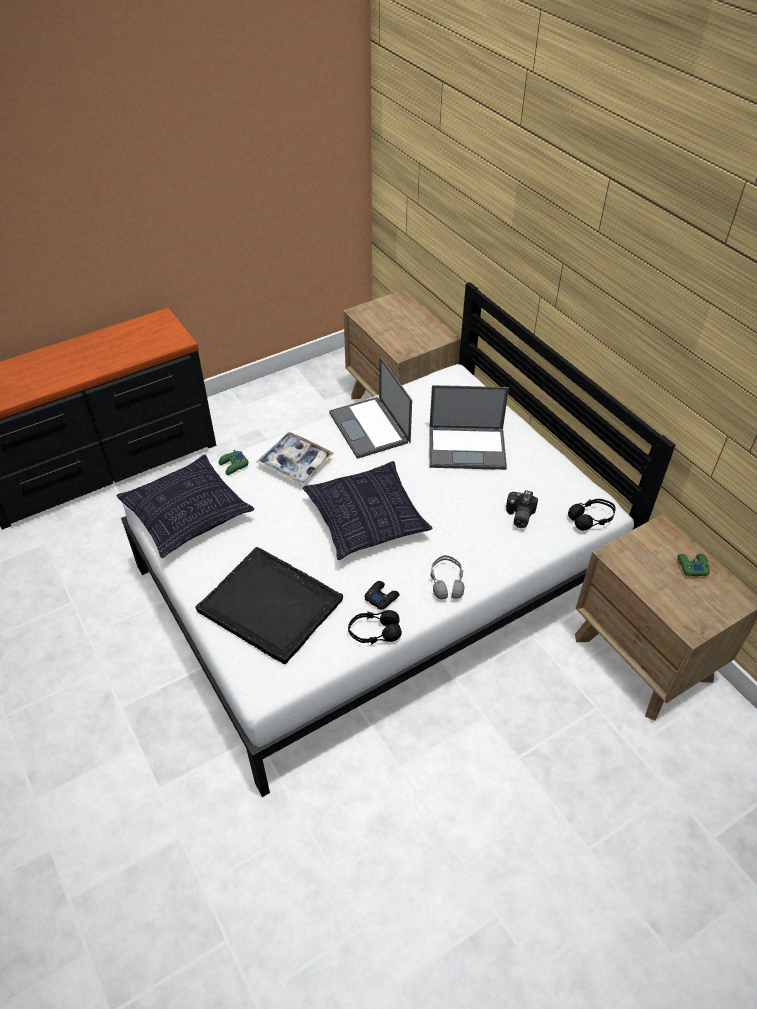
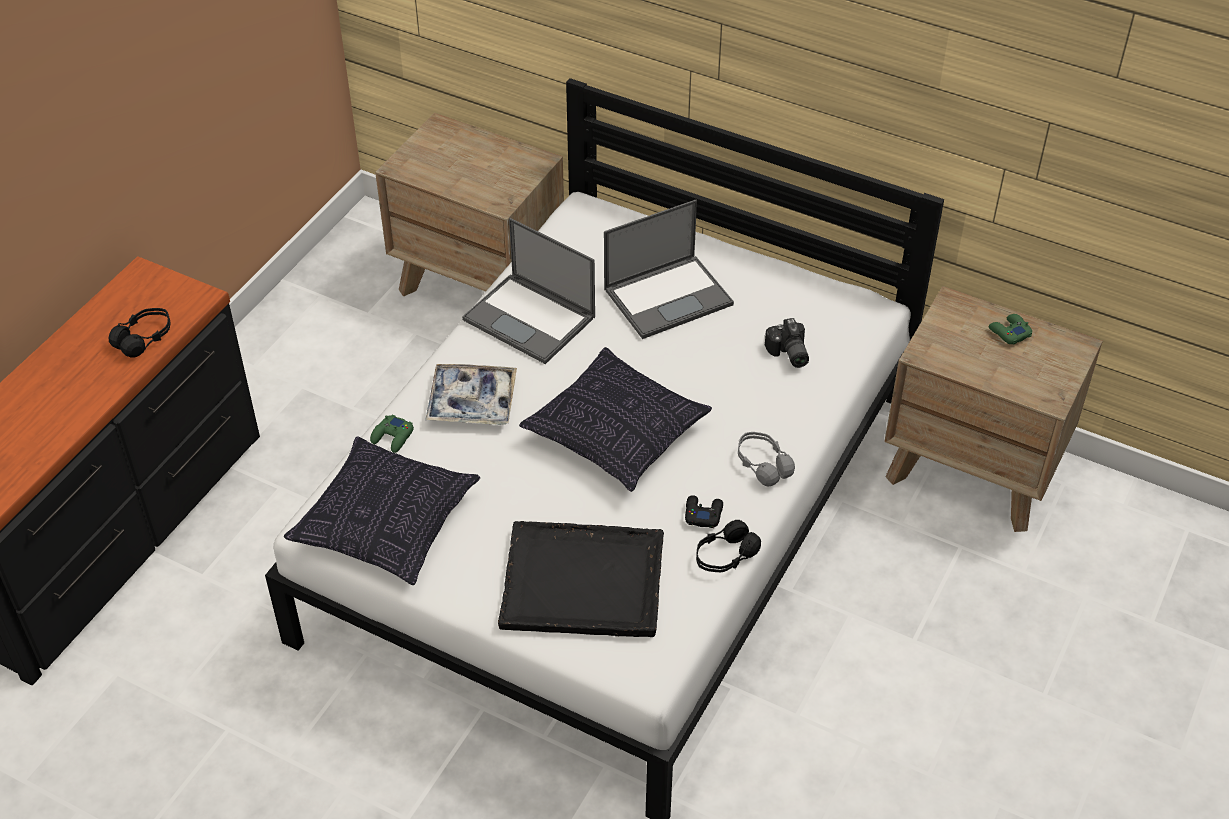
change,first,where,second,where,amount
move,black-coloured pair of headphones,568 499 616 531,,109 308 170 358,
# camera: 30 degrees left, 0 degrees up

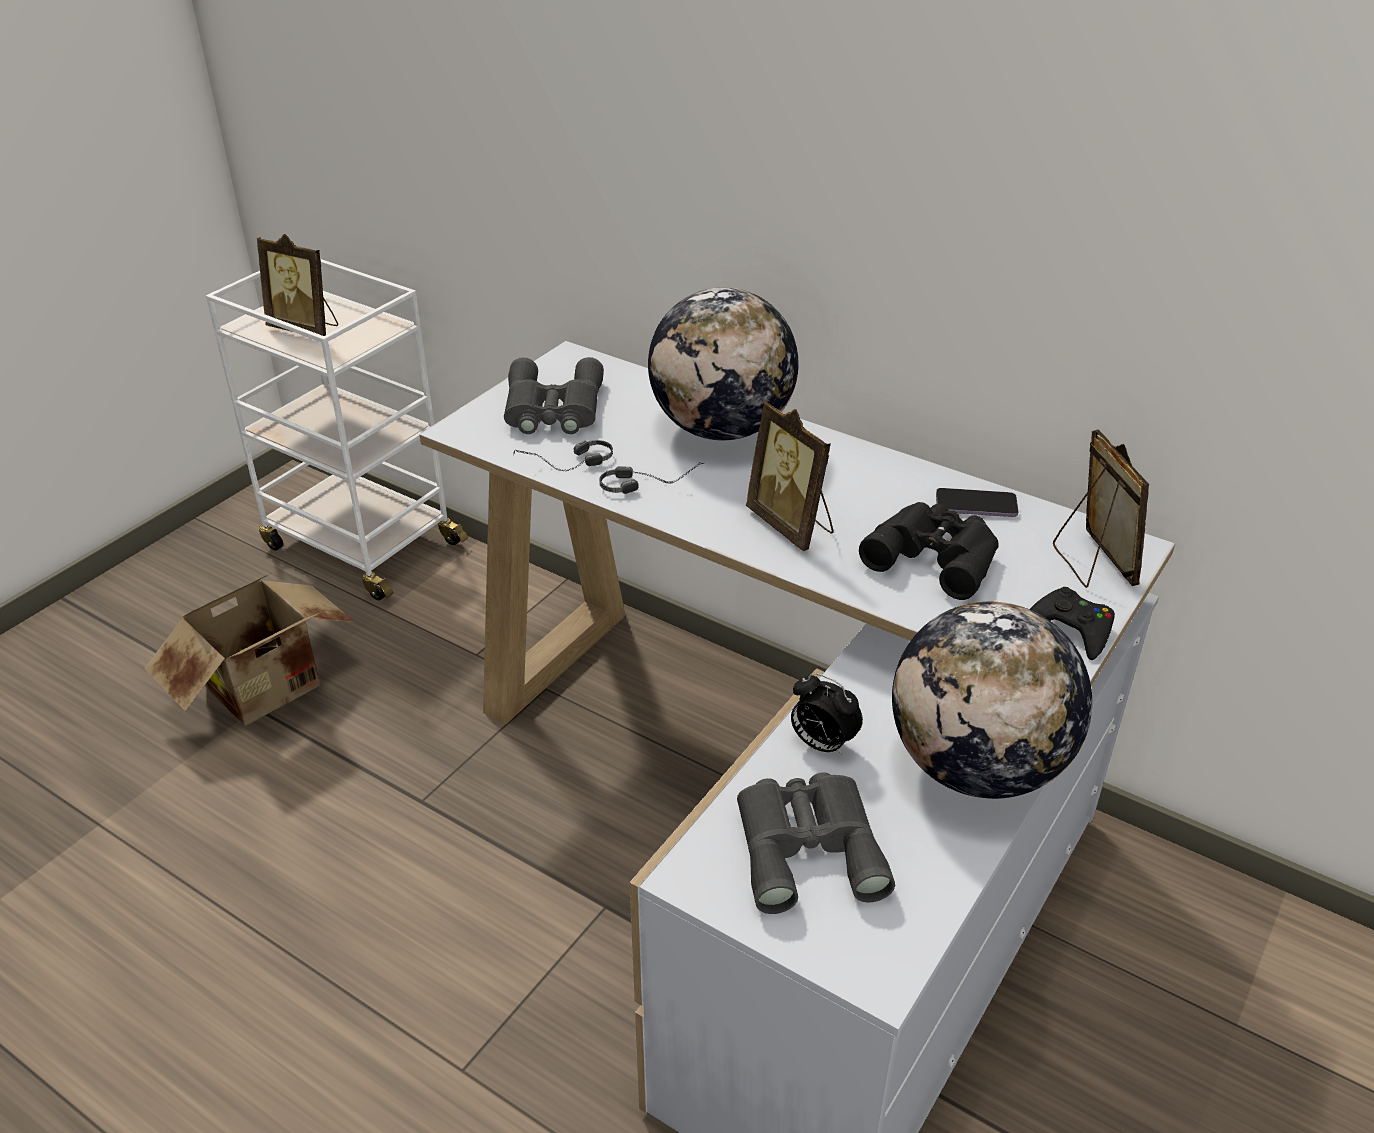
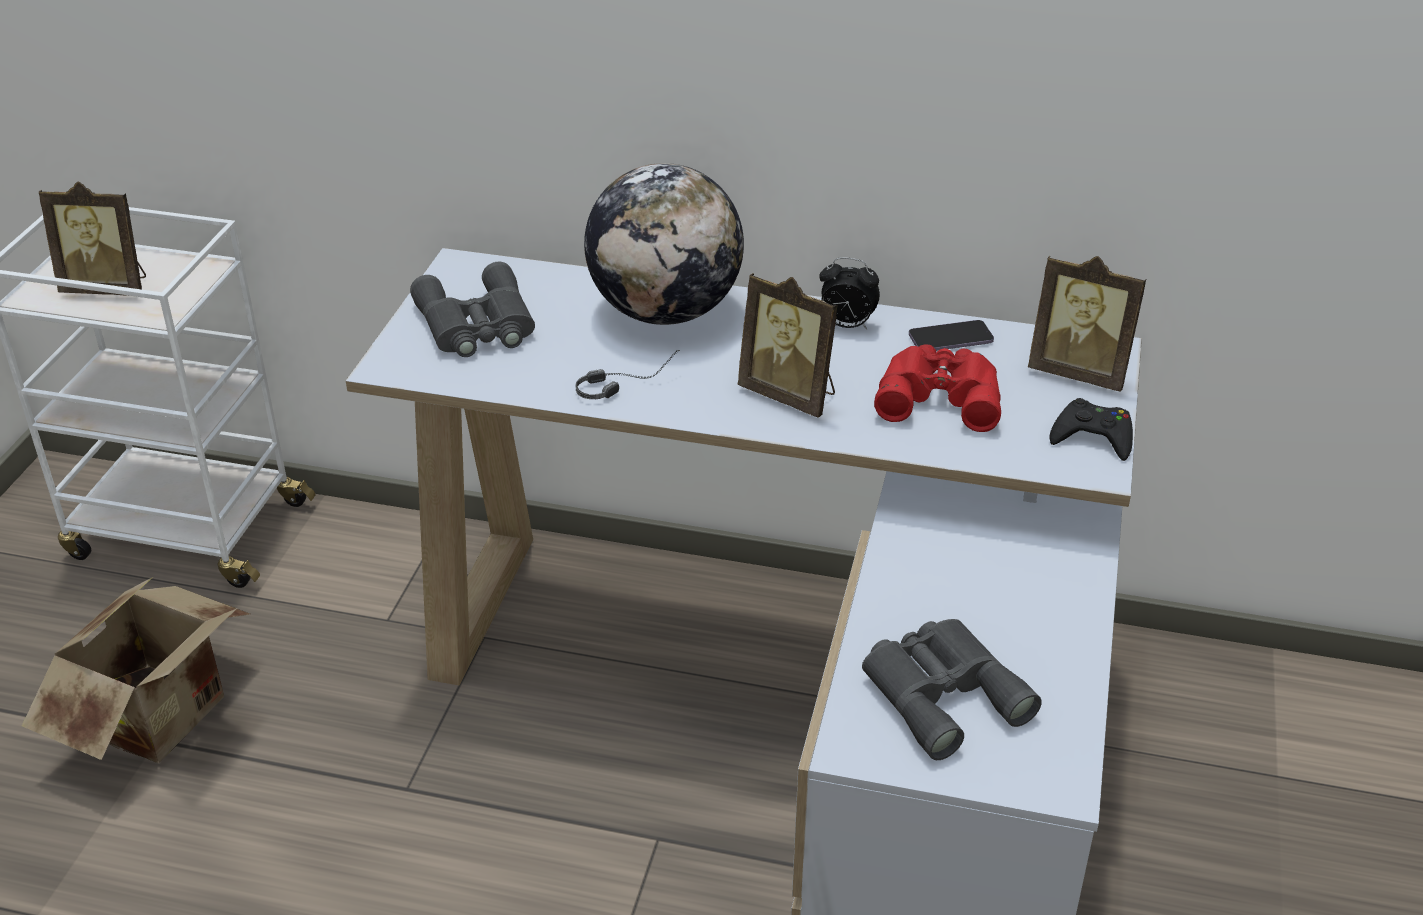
change,first,where,second,where,amount
rotate,standing frame,1053 430 1149 588,,1028 256 1146 392,150 degrees clockwise
delete,pair of headphones,513 440 613 471,,,
recolor,black-coloured binoculars,859 502 999 600,red-coloured binoculars,874 344 1001 432,
delete,world globe,892 602 1092 799,,,
move,table clock,791 673 863 756,,819 257 880 329,
# camera: 20 degrees left, 0 degrees up

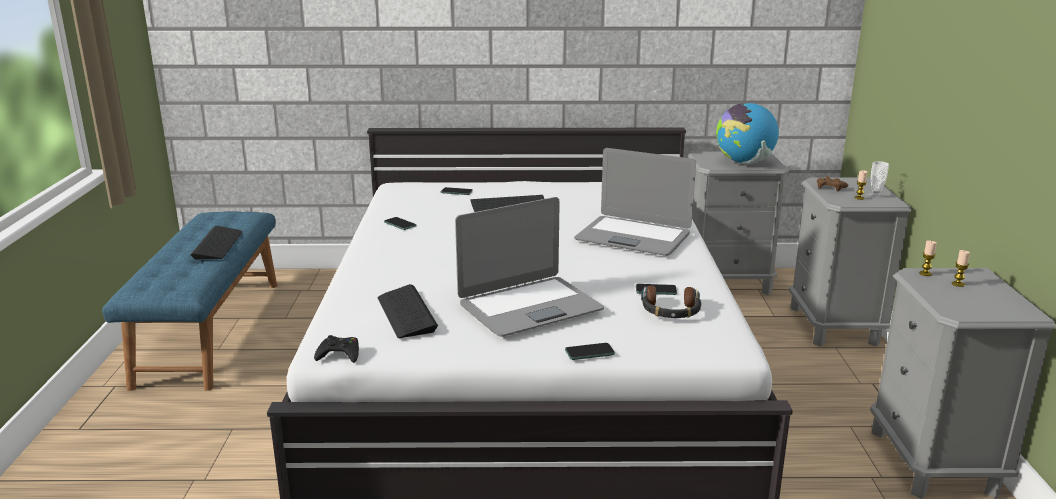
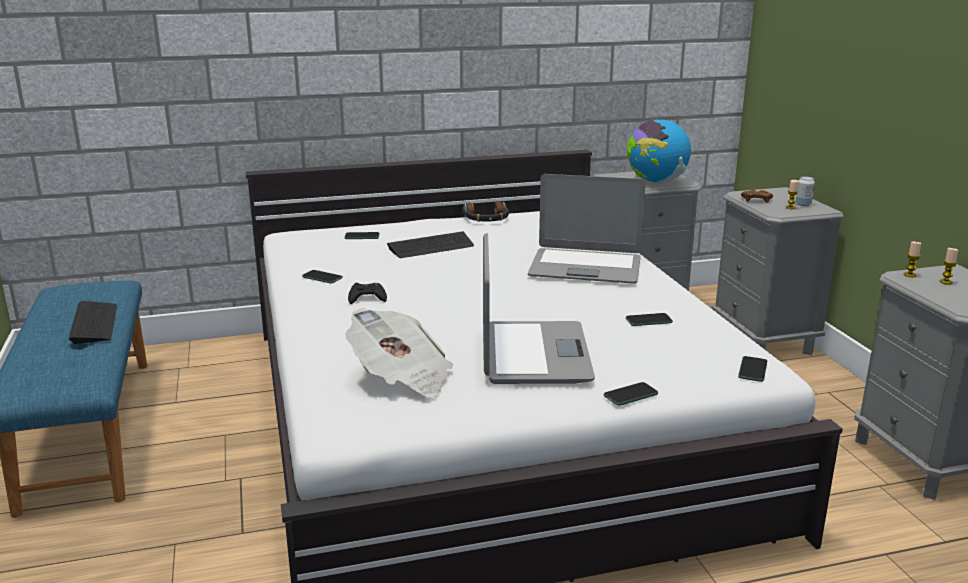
change,first,where,second,where,amount
replace,drinking cup,867 161 889 198,metal can,796 176 815 206,
rotate,portable computer,455 197 604 337,,483 233 595 384,45 degrees counterclockwise
replace,computer keyboard,378 284 438 338,printed paper,345 308 453 397,
move,pair of headphones,641 285 701 318,,463 201 509 222,
move,black-coloured game controller,314 335 359 363,,348 283 387 304,
insert,,,telephone,738 356 767 382,
# camera: 15 degrees left, 0 degrees up

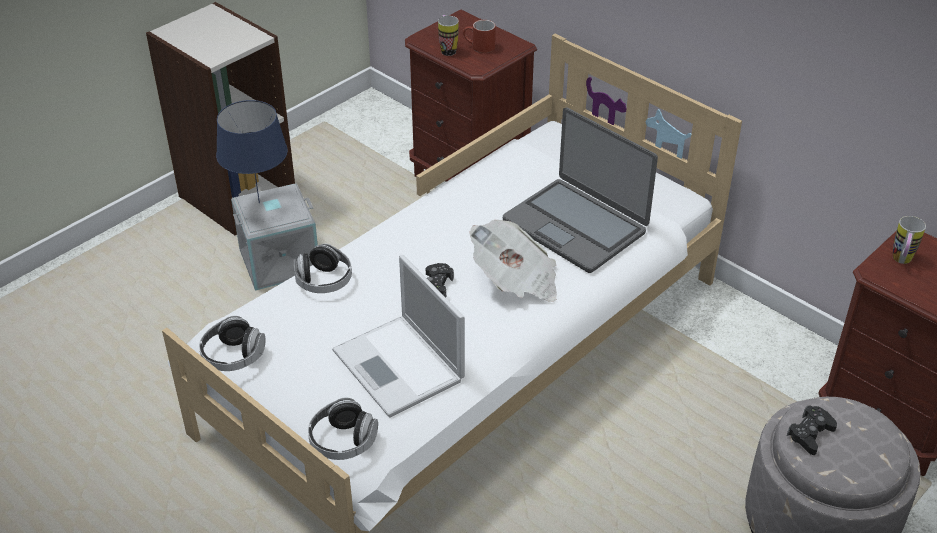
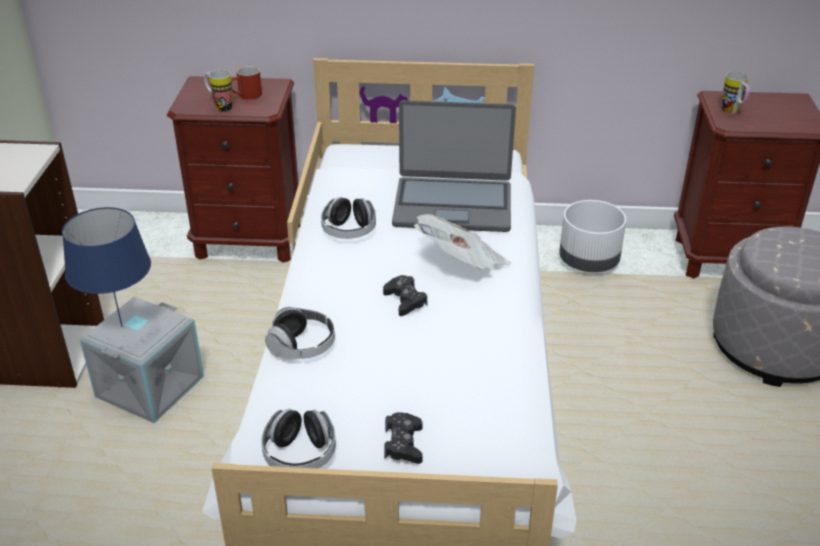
change,first,where,second,where,amount
delete,portable computer,332 255 465 418,,,
move,pair of headphones,308 397 378 460,,321 197 376 239,
move,black-coloured game controller,787 405 837 455,,384 412 423 464,
insert,,,whitish flower pot,559 200 626 272,
# camera: 40 degrees left, 5 degrees down

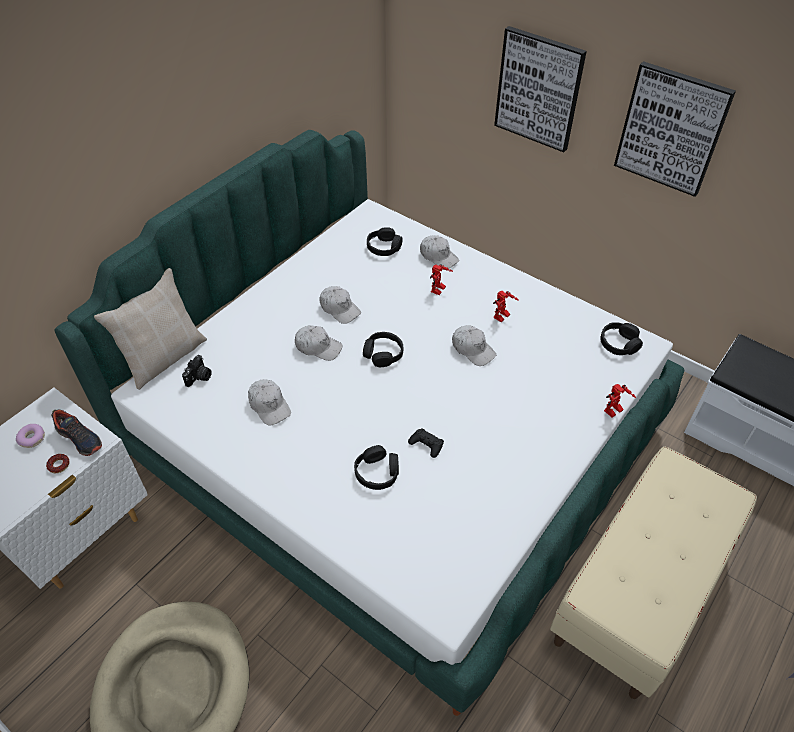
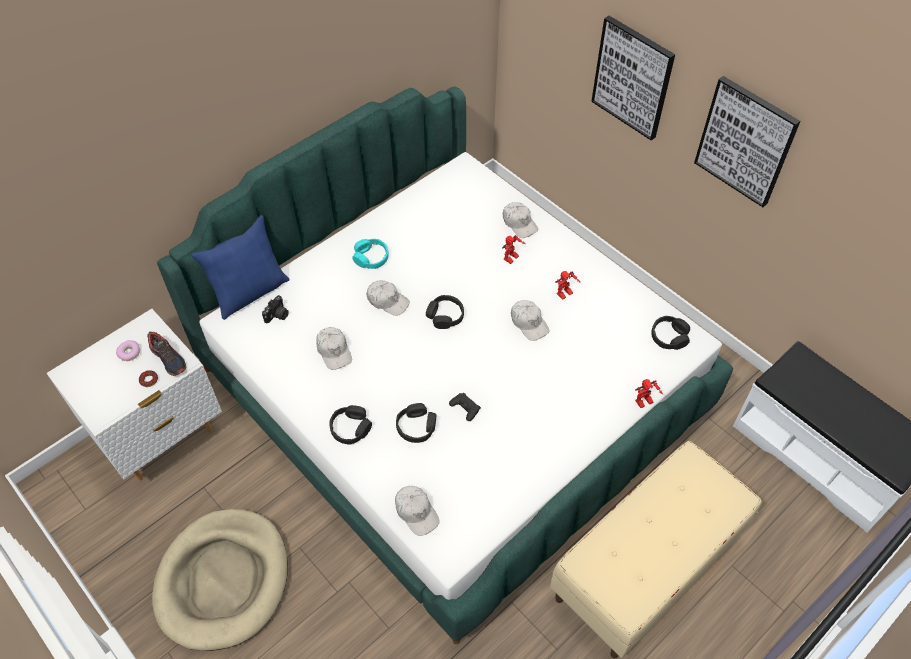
change,first,where,second,where,amount
move,black-coloured pair of headphones,367 227 403 256,,329 405 372 444,
recolor,sand-coloured cushion,94 268 207 390,bluish cushion,191 215 290 320,
move,whitish baseball cap,319 286 361 324,,395 486 440 536,
insert,,,blue-green pair of headphones,353 239 389 269,
# camera: 10 degrees right, 5 degrees up

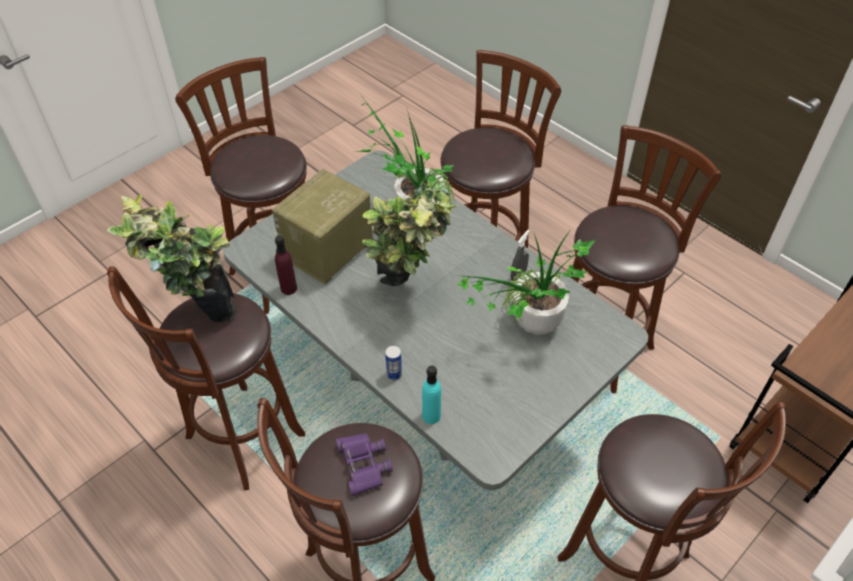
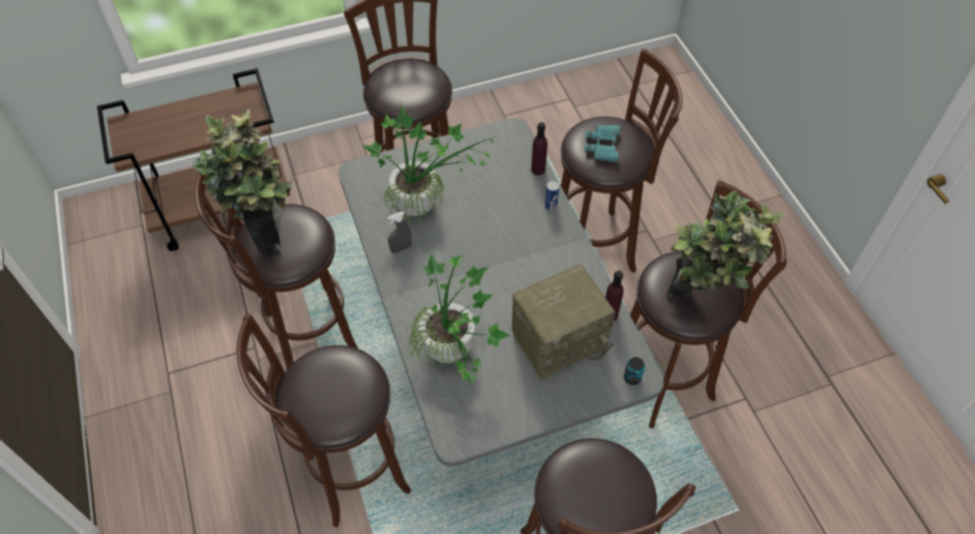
change,first,where,second,where,amount
move,potted plant,362 178 459 286,,193 109 293 258,
recolor,blue-green drink bottle,422 366 441 424,purple-coloured drink bottle,531 122 547 175,
recolor,purple-coloured binoculars,336 433 393 496,blue-green binoculars,584 125 620 162,
insert,,,metal can,624 357 645 385,
# camera: 155 degrees left, 5 degrees up

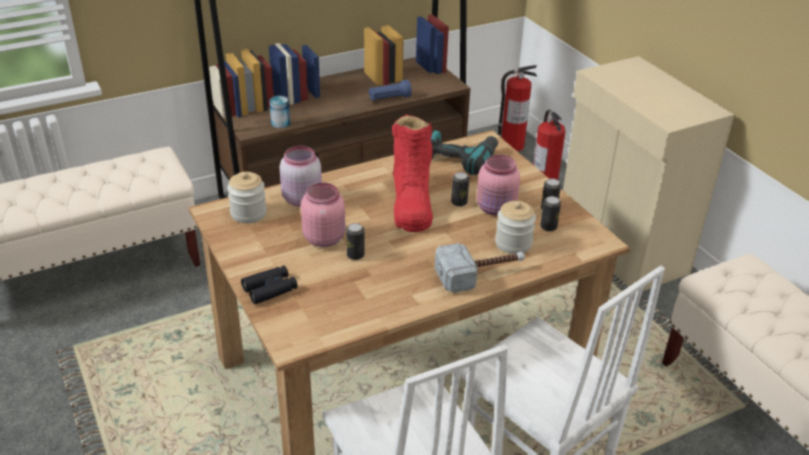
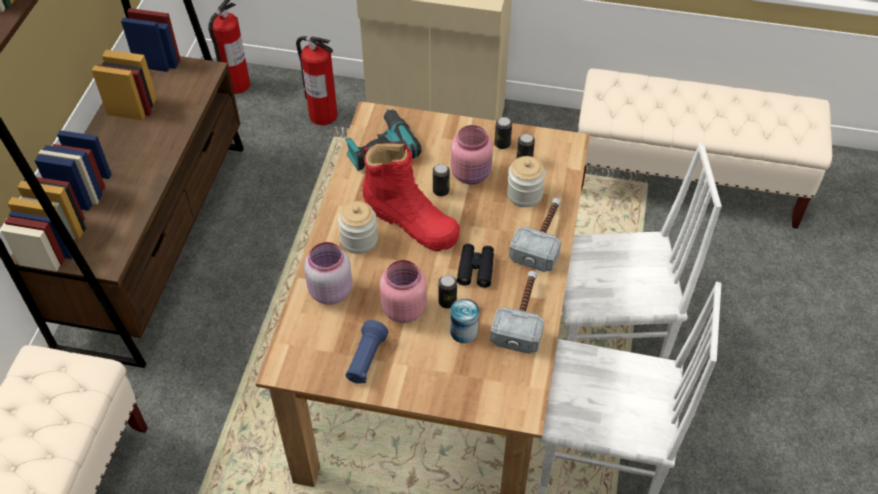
change,first,where,second,where,amount
move,bluish flashlight,369 80 412 101,,346 320 388 384,
move,metal can,269 96 291 128,,450 299 479 343,
move,storage jar,227 172 267 223,,338 201 378 254,
move,black-coloured binoculars,241 266 298 304,,457 244 494 288,
insert,,,tool hammer,490 271 544 354,
# camera: 50 degrees left, 15 degrees up

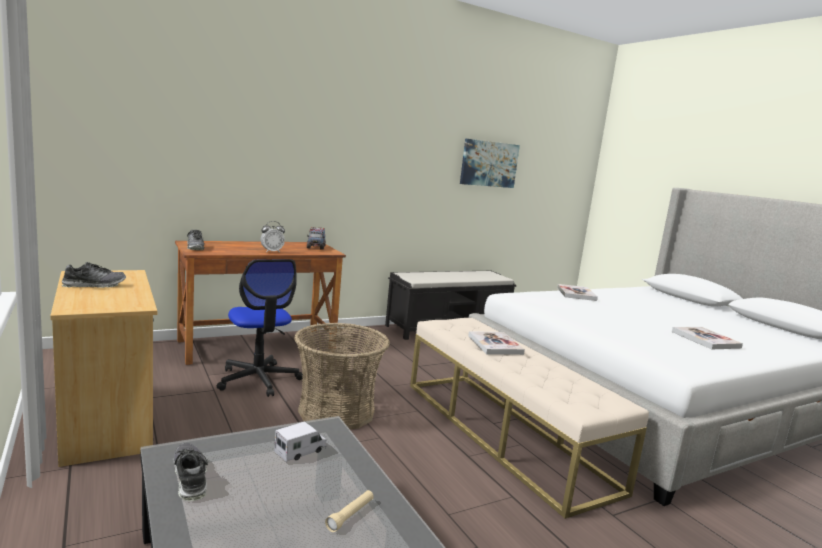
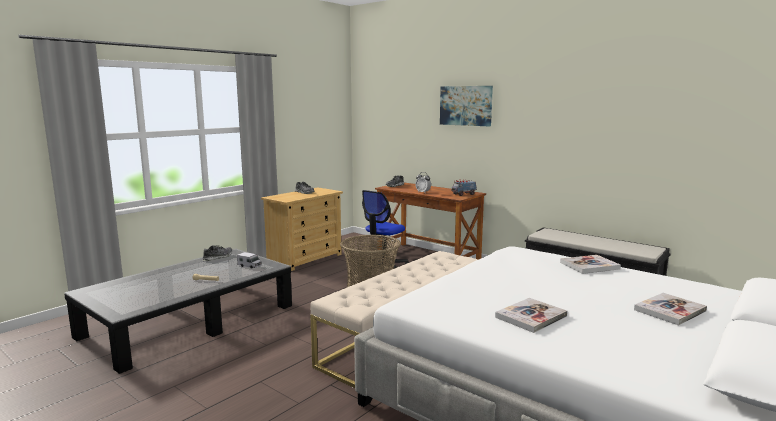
change,first,where,second,where,amount
move,wall picture,460 139 520 188,,440 86 493 126,
move,book,468 331 525 355,,634 293 707 326,
# camera: 70 degrees right, 0 degrees up

